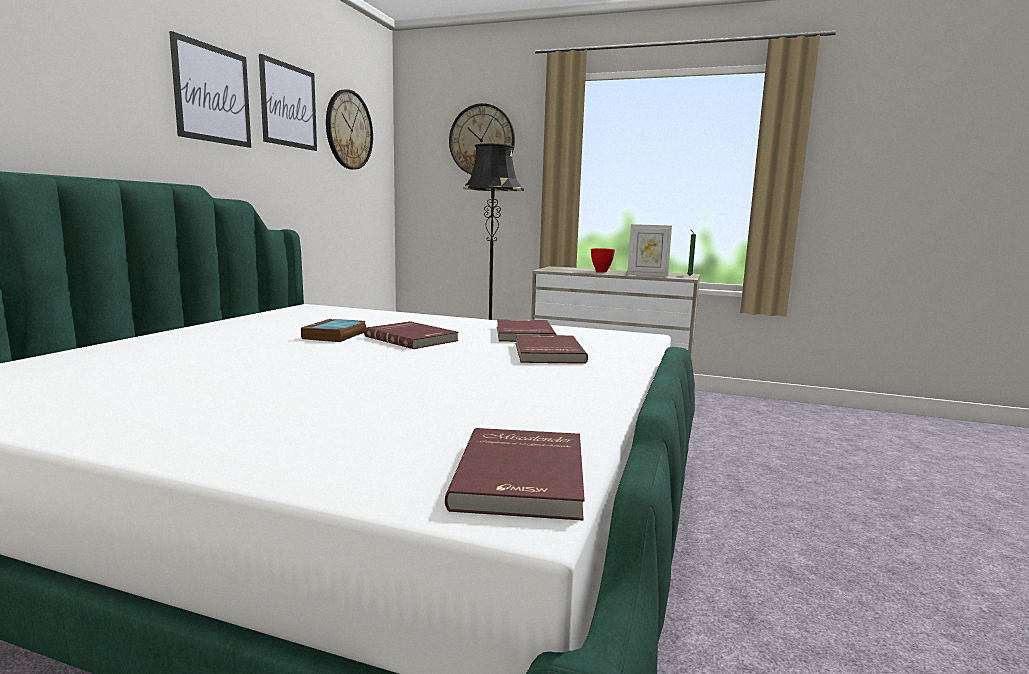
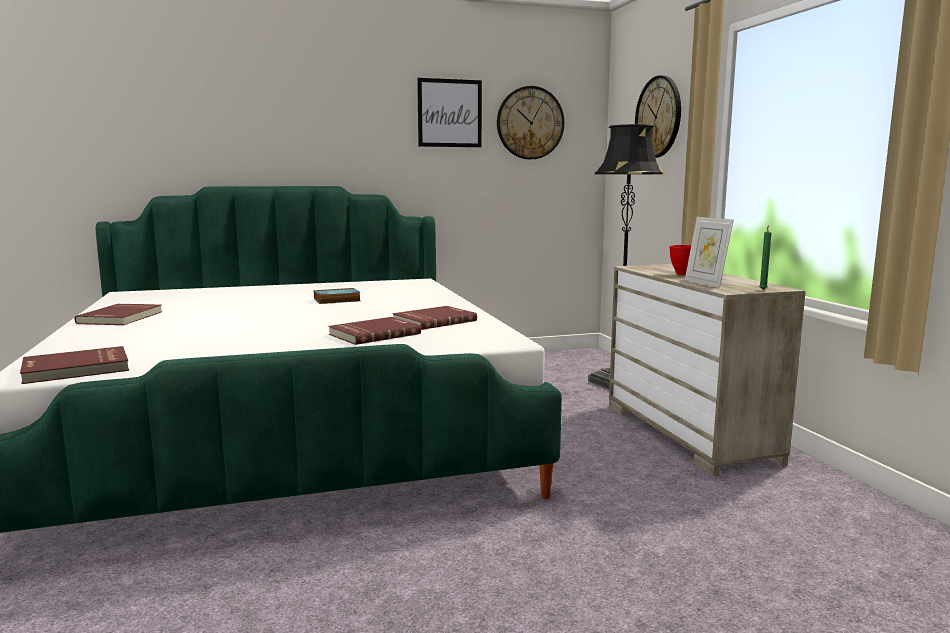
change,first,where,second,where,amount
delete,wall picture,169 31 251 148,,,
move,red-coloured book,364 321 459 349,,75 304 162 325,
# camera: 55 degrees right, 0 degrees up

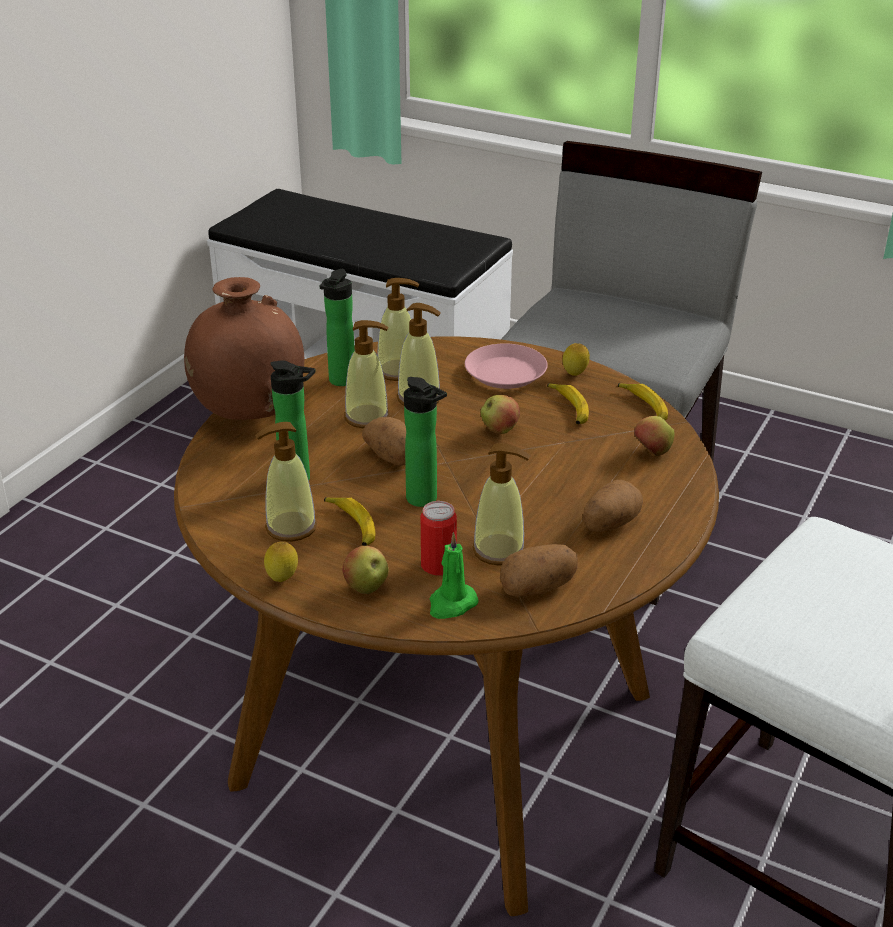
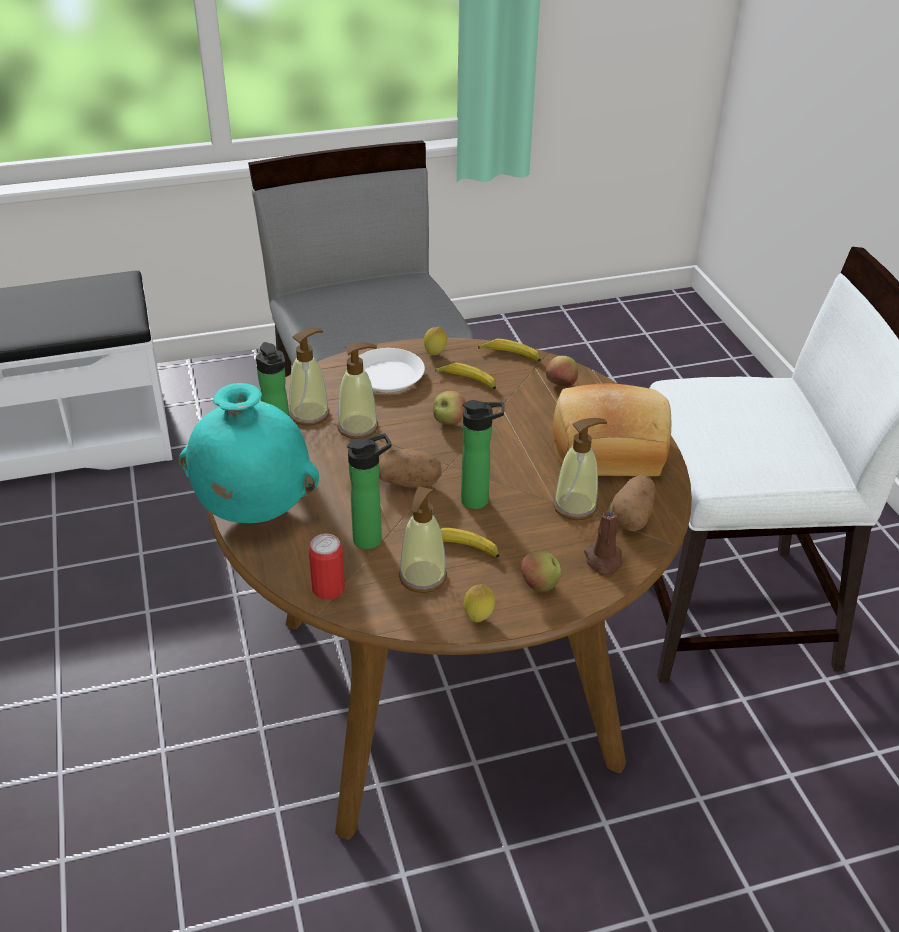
change,first,where,second,where,amount
recolor,brown-coloured vase,184 277 304 420,blue-green vase,179 383 319 523,
delete,liquid soap bottle,344 320 389 428,,,
recolor,pinkish dinner plate,465 343 548 389,whitish dinner plate,358 348 425 392,
replace,potato,583 480 643 532,baked bread,553 383 671 476,
move,metal can,421 501 457 576,,309 534 345 599,
recolor,green wax candle,429 532 479 619,brown-coloured wax candle,584 503 623 577,
# camera: 45 degrees left, 5 degrees up

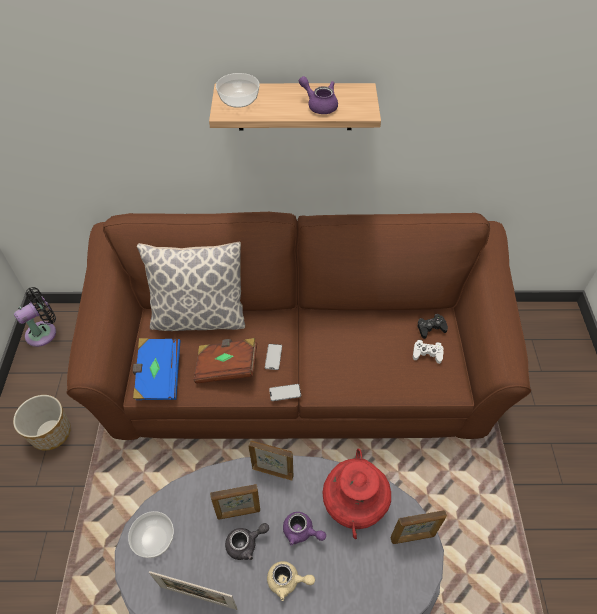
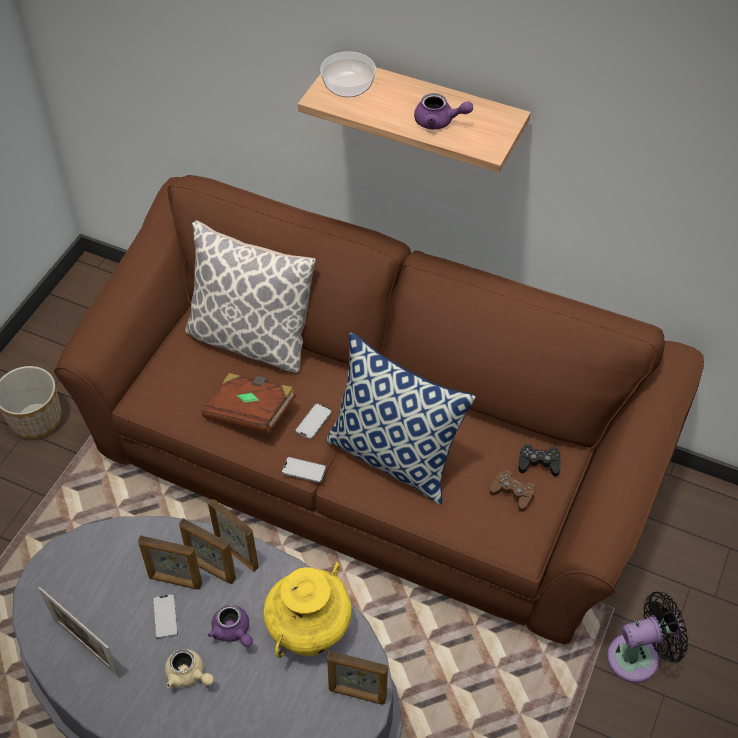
change,first,where,second,where,amount
rotate,purple-coloured pot for tea,299 76 338 114,,414 93 473 129,135 degrees clockwise
move,black-coloured fan,14 287 56 347,,607 591 688 683,
delete,bluish book,133 338 181 400,,,
recolor,whitish game controller,413 340 444 364,brown-coloured game controller,490 470 535 512,
recolor,red-coloured vase,322 448 391 539,yellowish vase,263 562 352 658,
delete,bowl,128 511 174 558,,,
replace,gray pot for tea,225 523 269 560,telephone,153 594 178 639,
insert,,,cushion,326 332 476 505,
insert,,,standing frame,179 518 236 584,
# camera: 25 degrees right, 0 degrees up

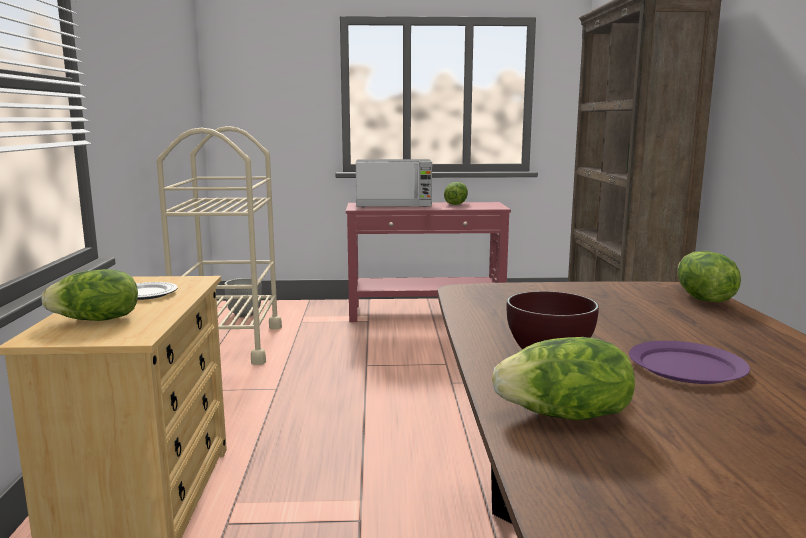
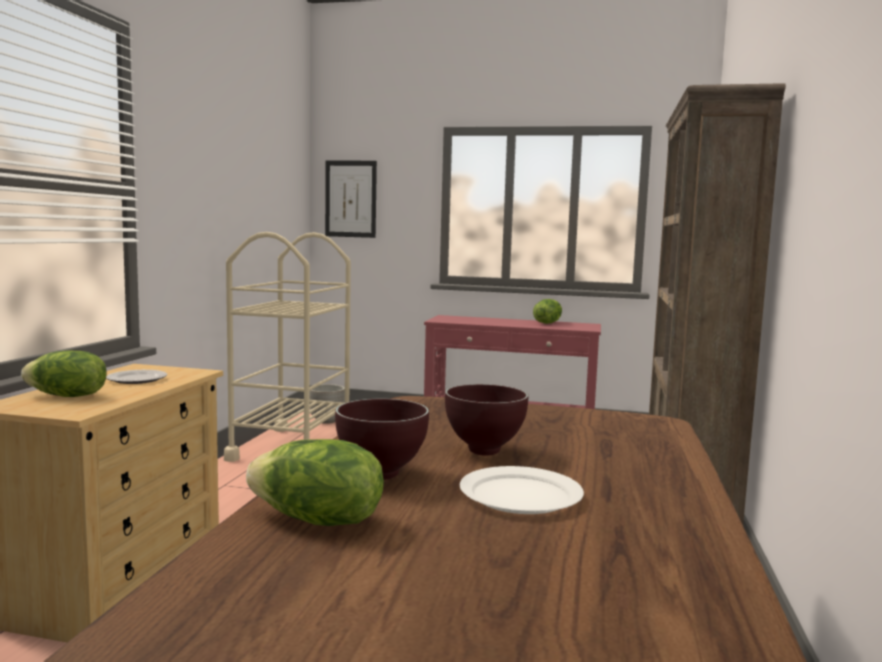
change,first,where,second,where,amount
delete,microwave,356 159 432 208,,,
delete,lettuce head,678 251 741 302,,,
recolor,purple-coloured dinner plate,629 341 750 384,whitish dinner plate,460 466 584 514,
insert,,,wall picture,325 160 377 238,
insert,,,brown-coloured bowl,445 384 528 456,
# camera: 15 degrees right, 5 degrees down

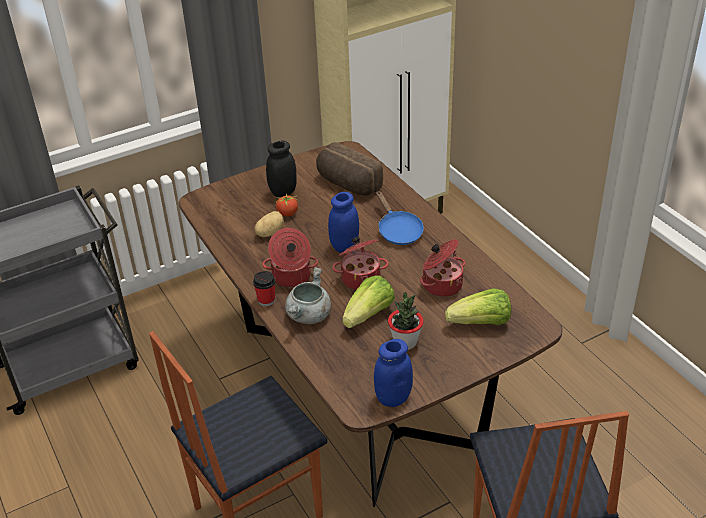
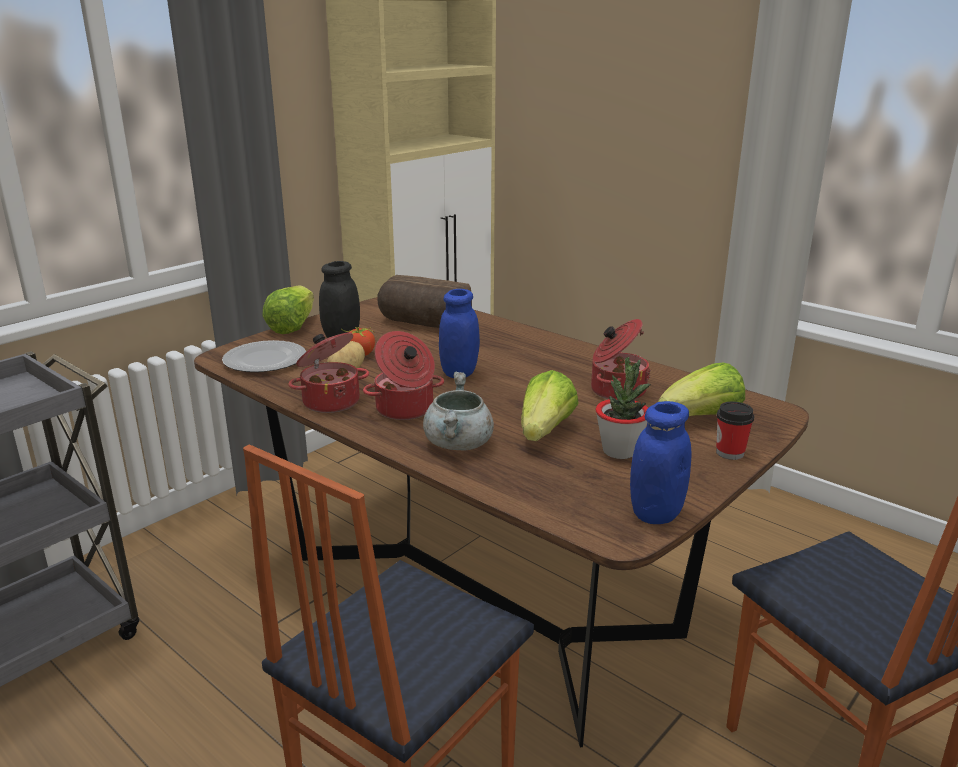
change,first,where,second,where,amount
delete,bluish skillet,376 191 424 245,,,
move,saucepot,332 237 388 290,,288 332 369 413,
move,drinking cup,253 271 276 307,,716 402 754 460,
insert,,,lettuce head,262 286 314 334,
insert,,,dinner plate,222 340 306 372,
# camera: 20 degrees left, 15 degrees down

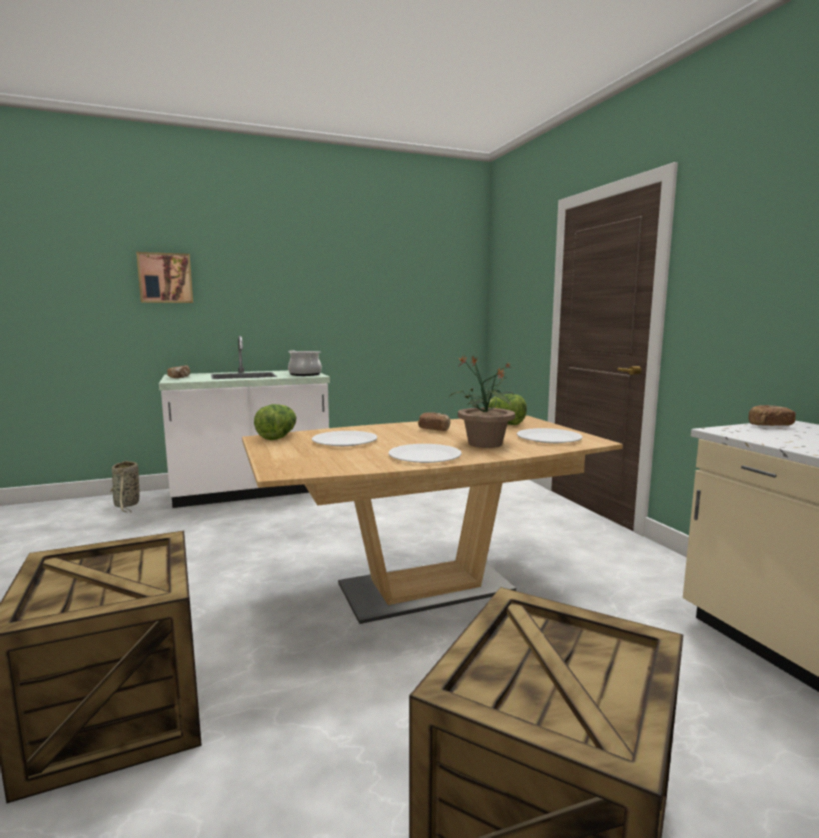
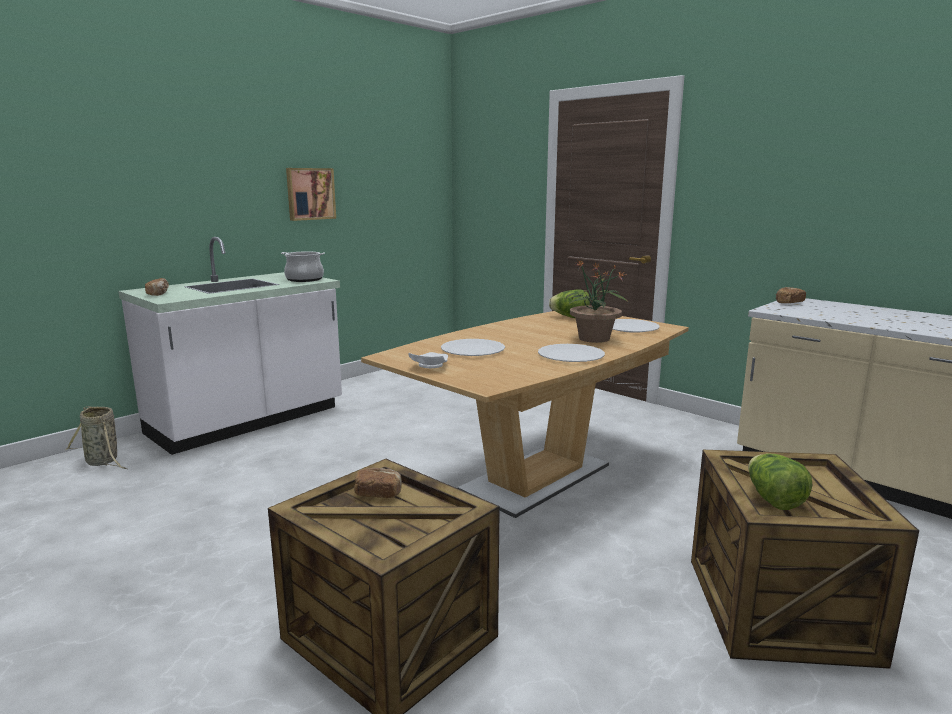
change,first,where,second,where,amount
move,wall picture,136 252 193 303,,286 168 336 221,
move,lettuce head,254 404 297 440,,748 453 813 510,
move,baked bread,418 413 450 431,,354 468 402 498,
insert,,,whitish dinner plate,408 352 448 368,
# camera: 25 degrees left, 5 degrees up

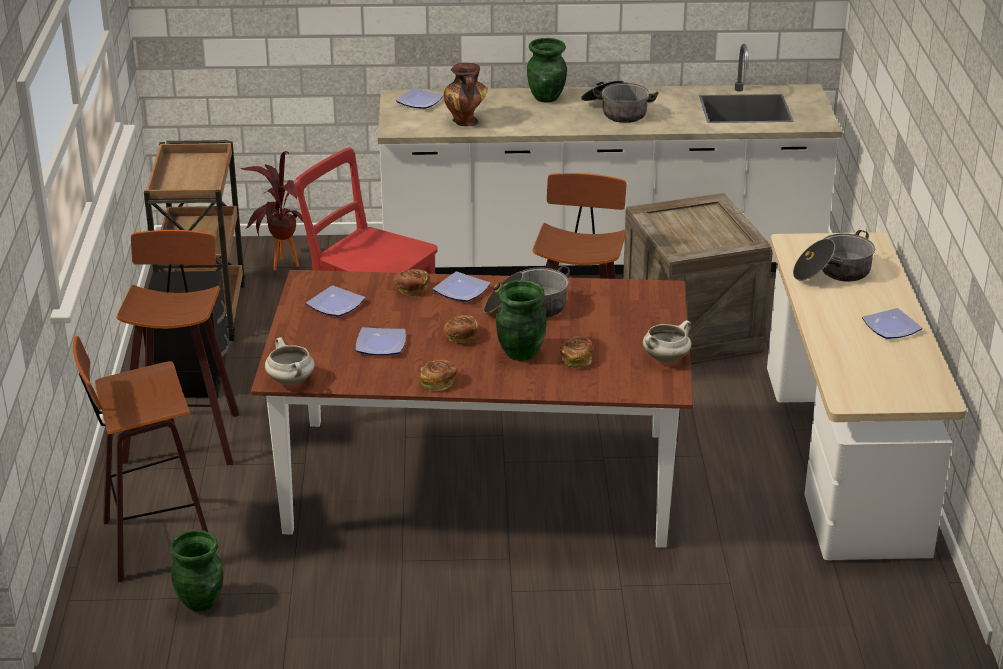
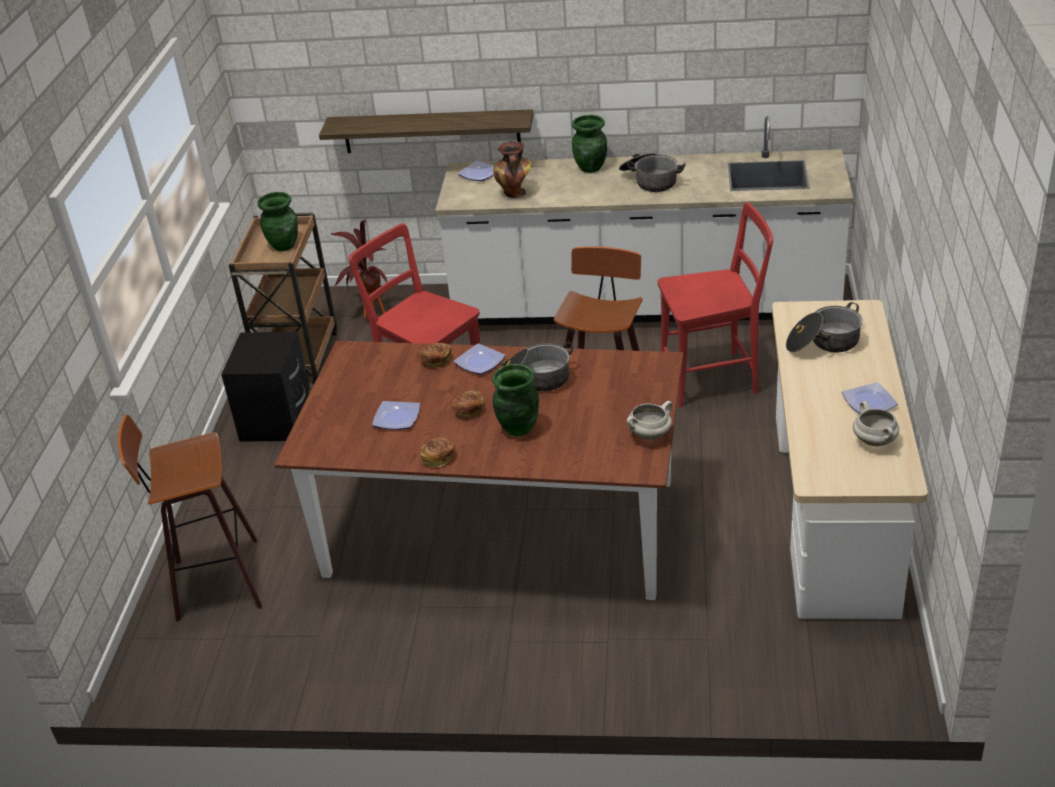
change,first,where,second,where,amount
replace,shipping crate,623 193 773 364,red-coloured chair,658 202 773 407,
delete,sitting stool,117 230 239 465,,,
delete,dinner plate,306 285 365 317,,,
delete,baked bread,560 336 593 368,,,
move,whitish saucepot,265 337 315 385,,853 401 899 446,
move,green vase,170 530 223 612,,257 192 298 251,
insert,,,shelf,319 109 533 153,
# camera: 10 degrees right, 5 degrees up

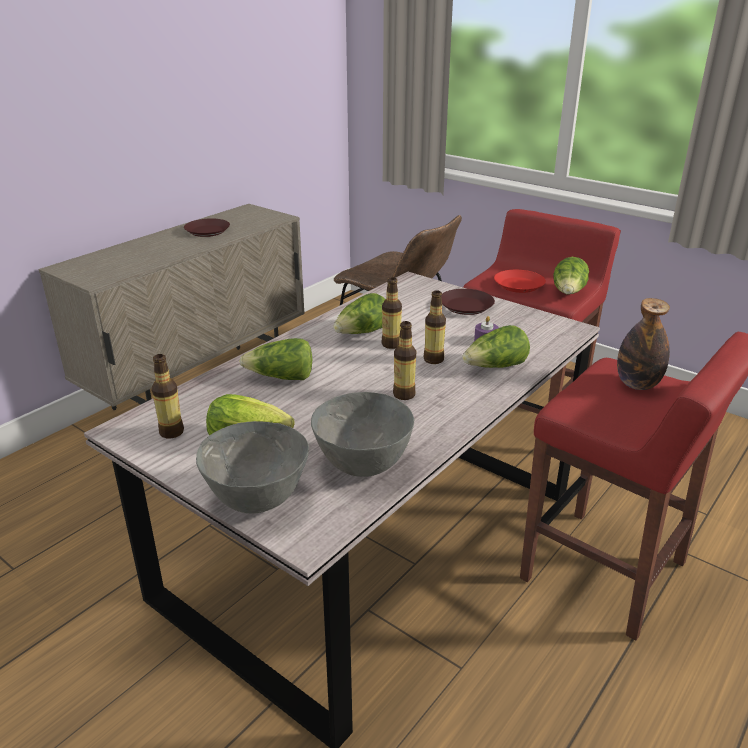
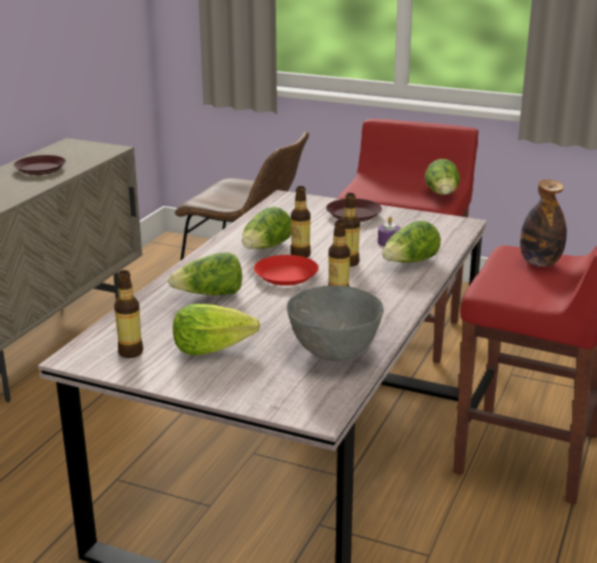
change,first,where,second,where,amount
move,red-coloured dinner plate,494 270 546 293,,254 255 319 286,
delete,gray bowl,196 421 309 514,,,
# camera: 15 degrees left, 5 degrees down

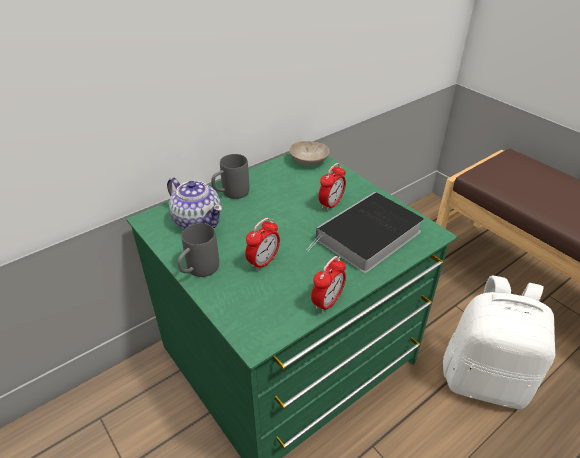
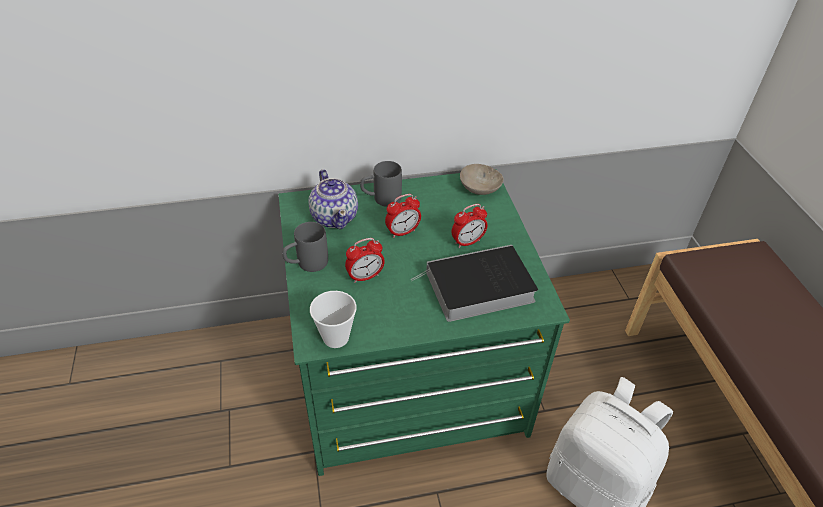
change,first,where,second,where,amount
move,table clock,311 256 346 313,,385 194 421 238,
insert,,,drinking cup,310 291 357 348,
# camera: 25 degrees right, 5 degrees up

